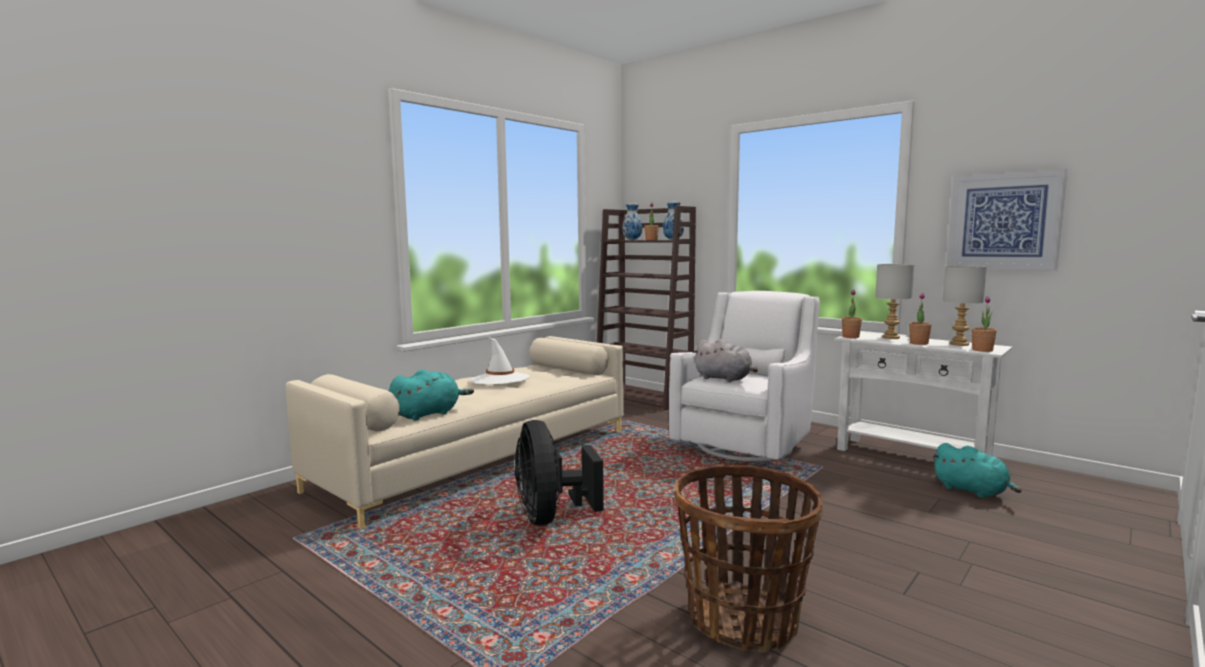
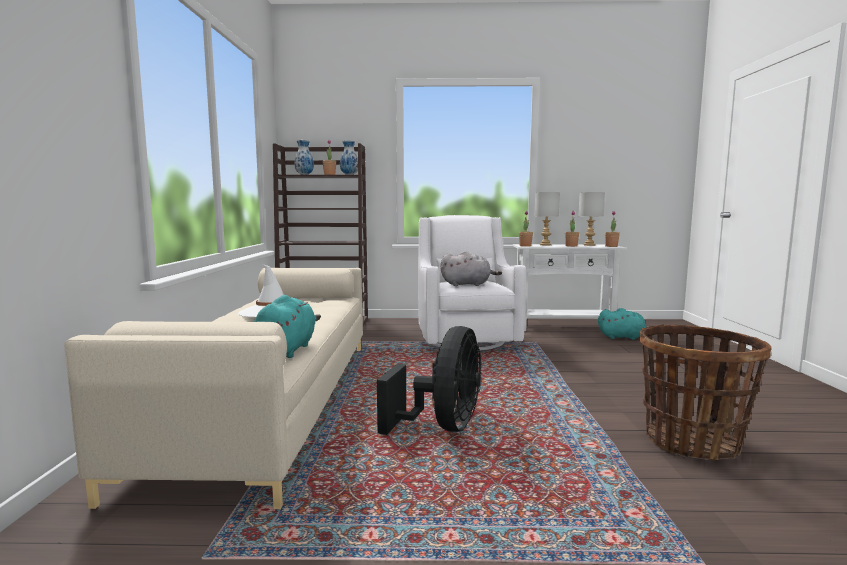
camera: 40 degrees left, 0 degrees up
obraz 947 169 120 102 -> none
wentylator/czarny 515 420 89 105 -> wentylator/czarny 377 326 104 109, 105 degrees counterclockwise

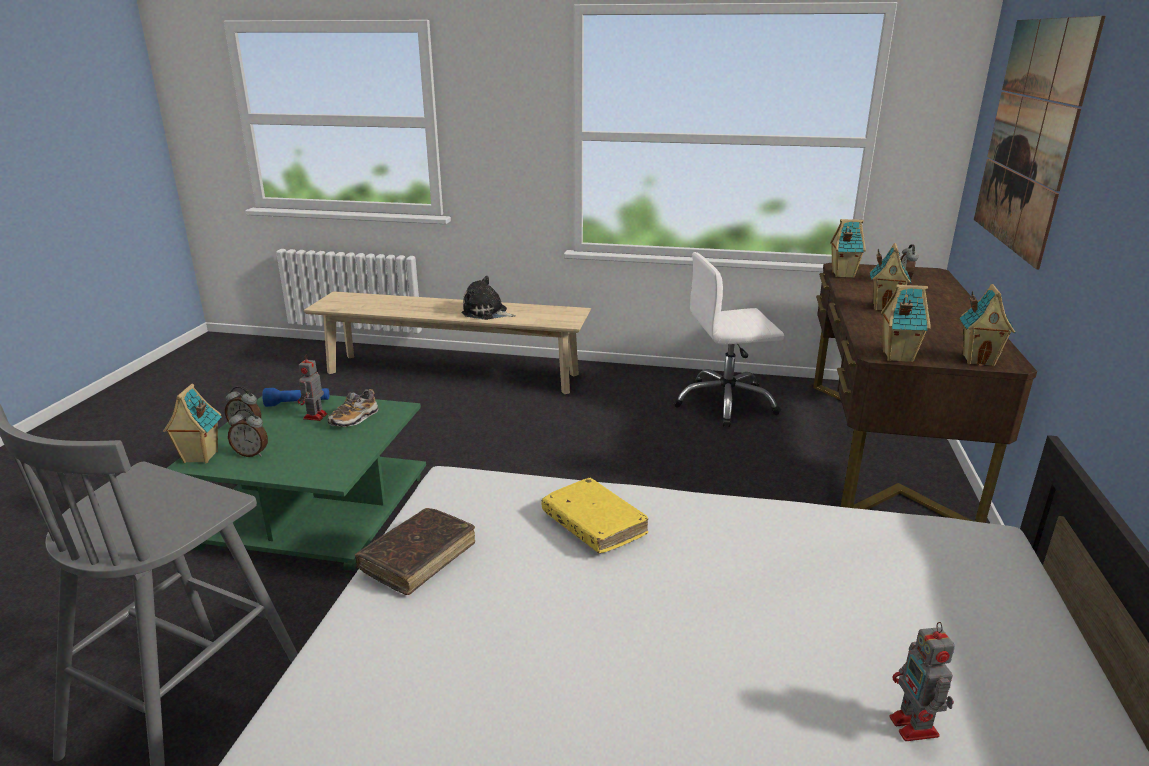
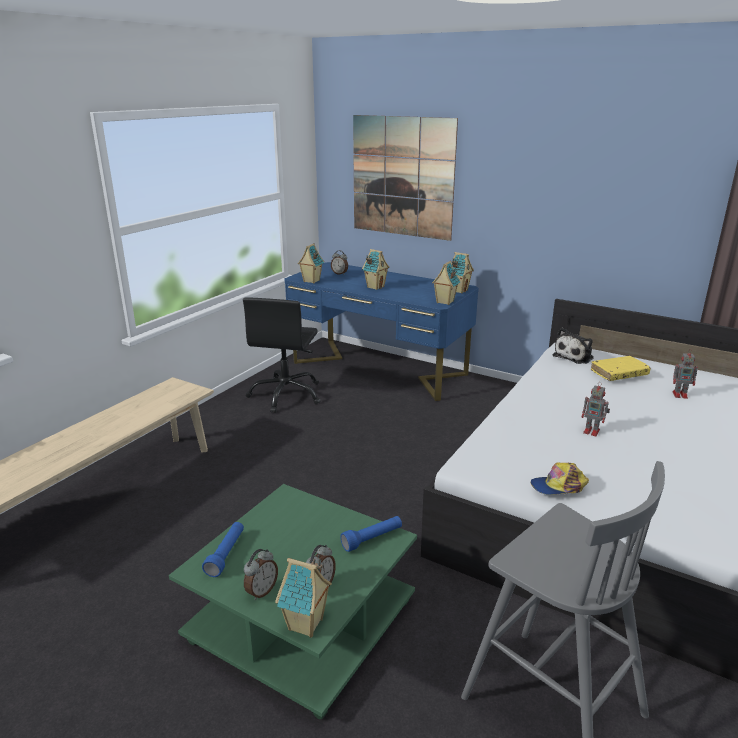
camera: 70 degrees left, 0 degrees up
but 327 389 51 38 -> none
none -> latarka/niebieski 340 516 62 36
robot zabawkowy 298 354 29 67 -> robot zabawkowy 581 382 29 54, moved
pluszak 461 276 55 44 -> pluszak 553 328 41 36, moved
książka/żółty 542 478 106 75 -> książka/żółty 591 356 60 25, moved
książka/brązowy 355 508 120 87 -> czapka z daszkiem 531 462 58 33
krzesło biurowe/biały 673 252 111 175 -> krzesło biurowe/czarny 243 297 77 116
biurko/brązowy 813 263 224 260 -> biurko/niebieski 284 262 195 139

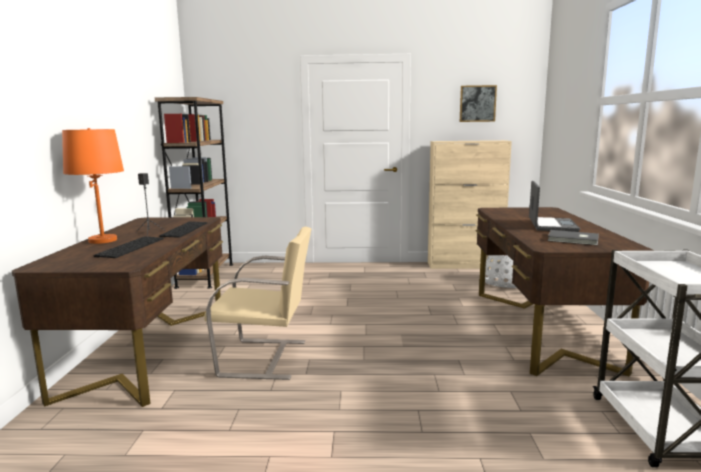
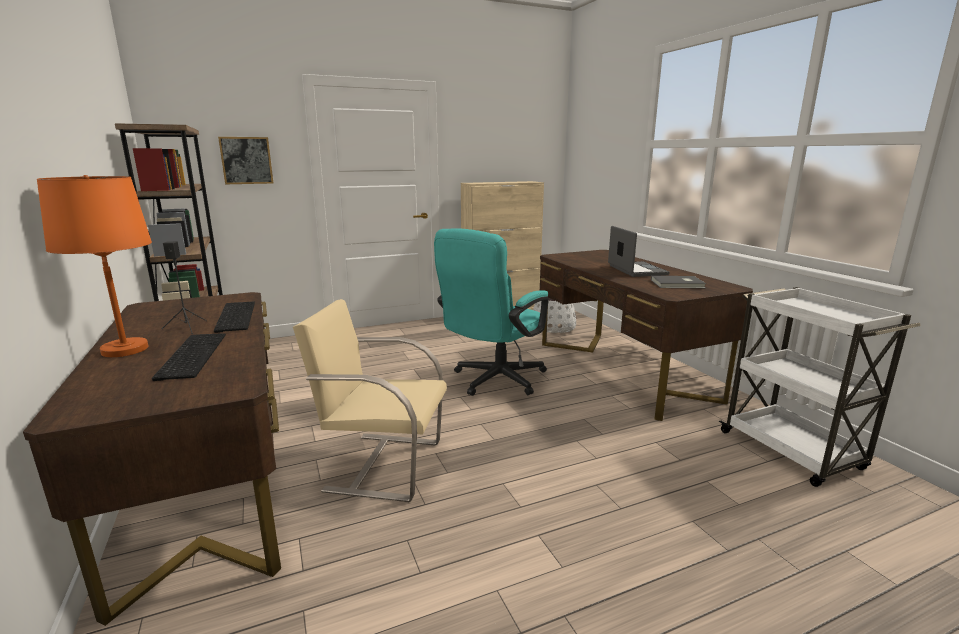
camera: 25 degrees left, 5 degrees up
none -> krzesło biurowe/turkusowy 434 228 115 168
obraz 460 85 37 37 -> obraz 218 137 55 47, moved
krzesło/beżowy 204 227 108 153 -> krzesło/beżowy 293 299 154 203, 150 degrees counterclockwise

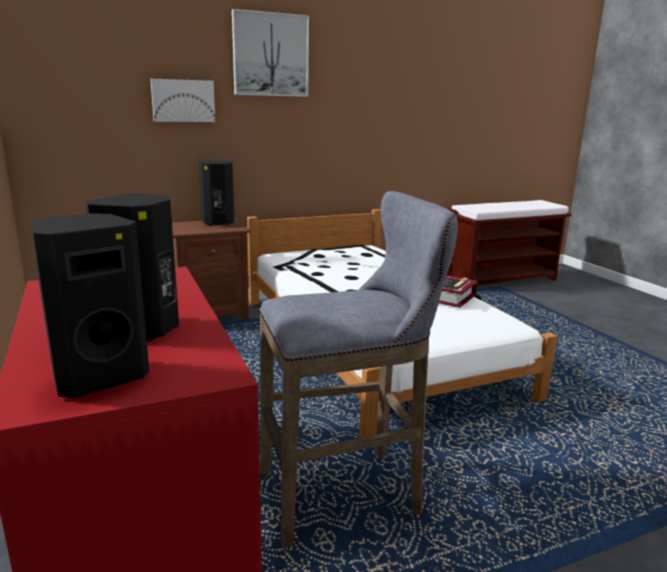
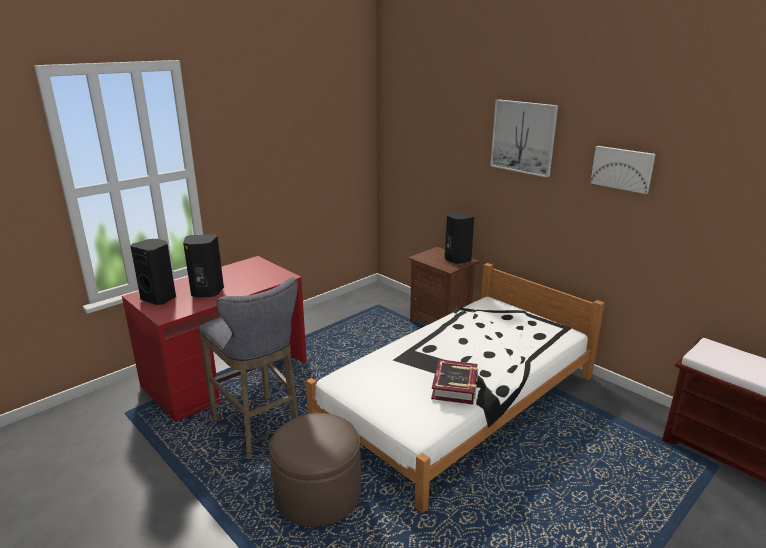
camera: 70 degrees right, 5 degrees up
none -> pufa/brązowy 269 413 92 114
obraz 150 79 65 43 -> obraz 590 146 66 48, moved

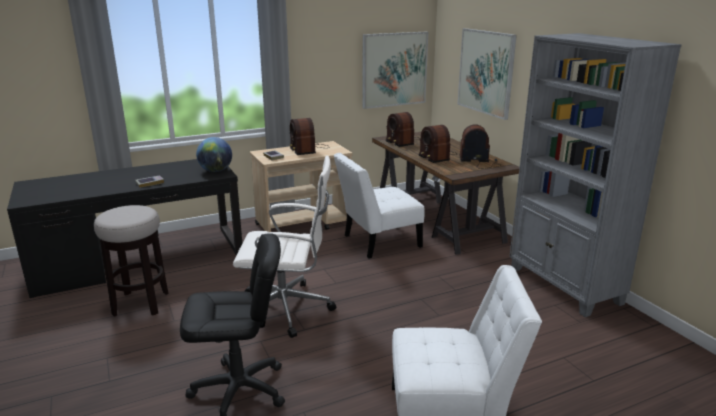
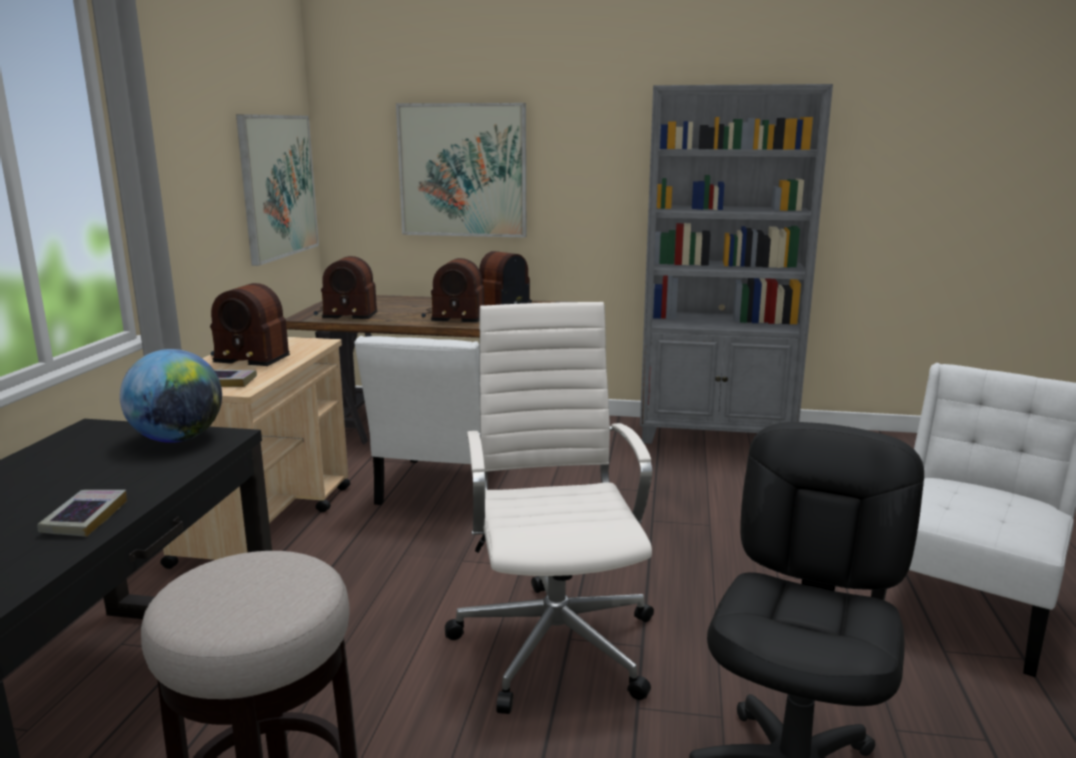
camera: 55 degrees left, 5 degrees down
krzesło biurowe/biały 233 156 103 182 -> krzesło biurowe/biały 445 302 209 412, 45 degrees counterclockwise

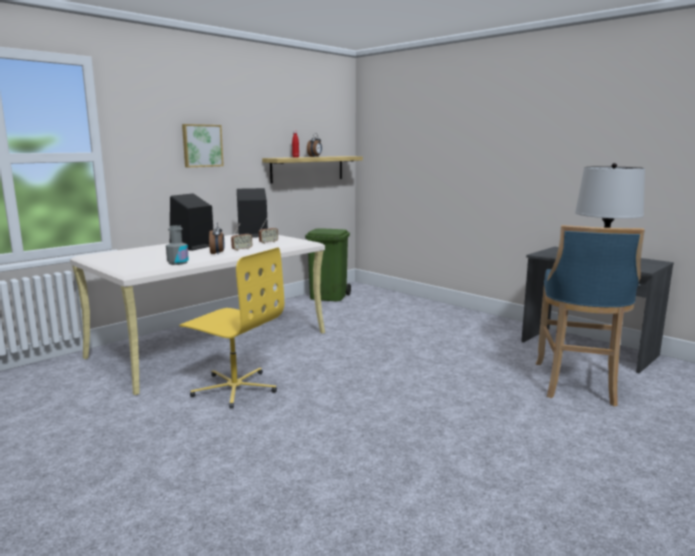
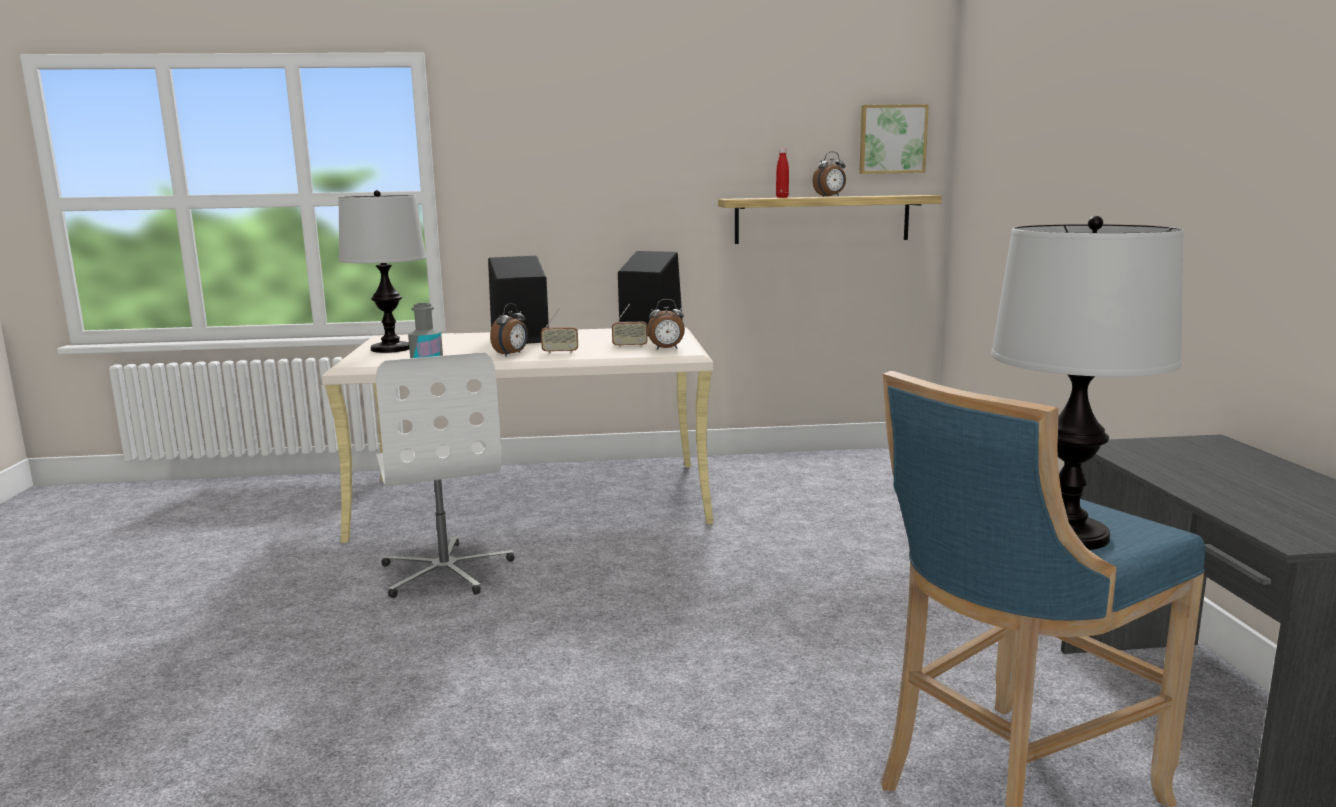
camera: 40 degrees right, 0 degrees up
kosz na śmieci/zielony 305 228 46 73 -> none
none -> lampa stołowa 338 190 88 163
none -> budzik 647 299 38 51
obraz 182 124 42 43 -> obraz 859 104 70 70, moved
krzesło biurowe/żółty 179 248 105 161 -> krzesło biurowe/biały 376 352 139 246

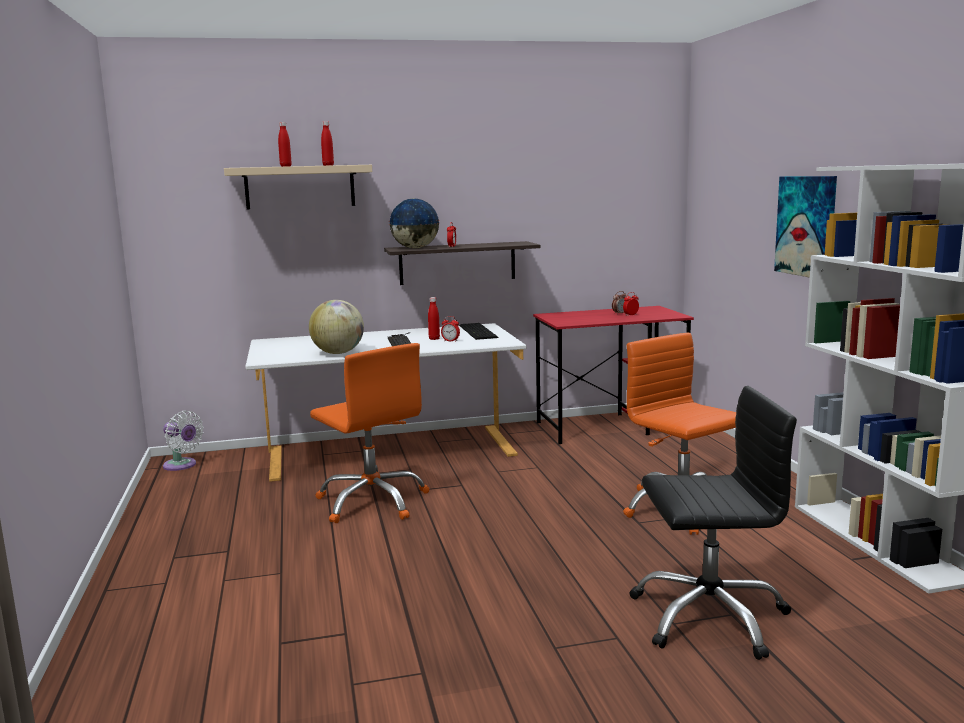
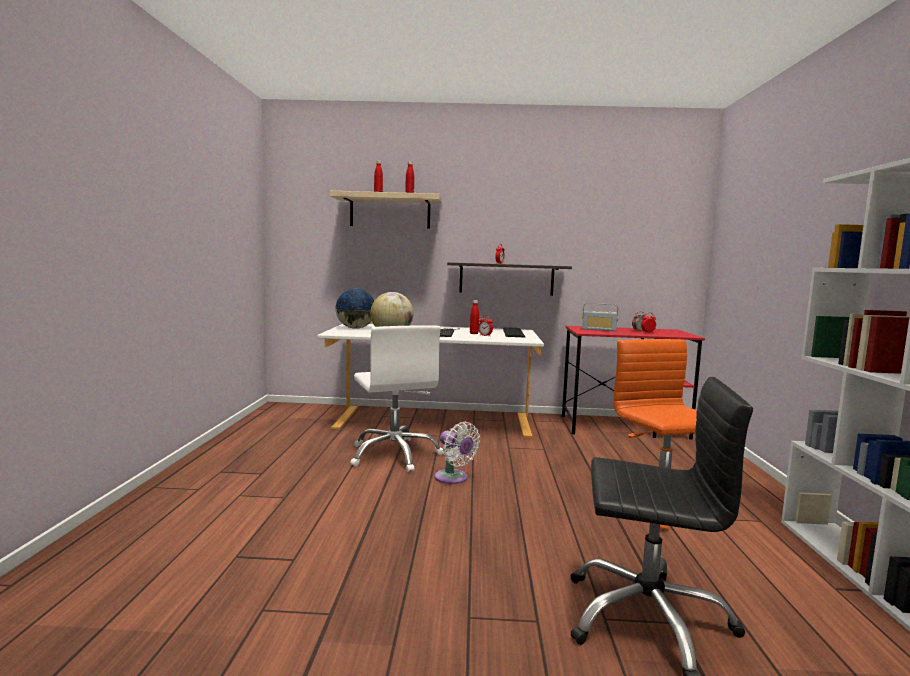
camera: 15 degrees right, 5 degrees down
obraz 774 176 63 102 -> none
none -> radio 582 303 36 28
wentylator/biały 163 410 41 61 -> wentylator/biały 435 422 45 62, moved
globus 389 198 50 50 -> globus 335 289 39 40, moved
krzesło biurowe/pomarańczowy 310 343 119 180 -> krzesło biurowe/biały 351 325 93 147

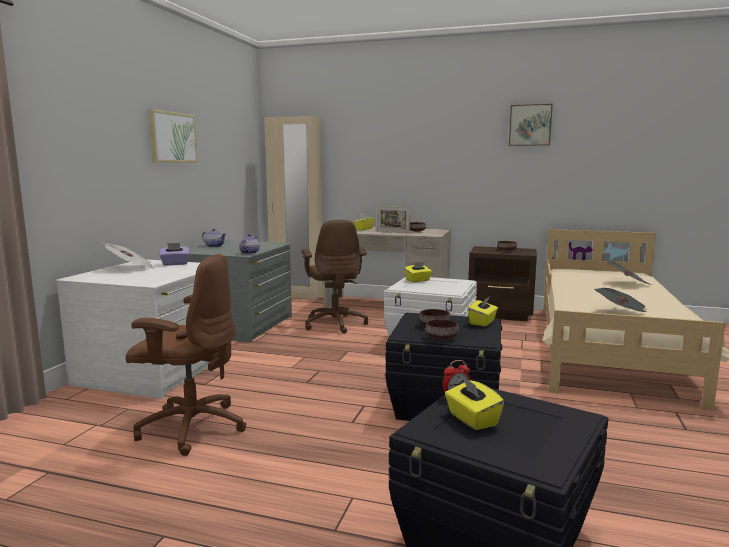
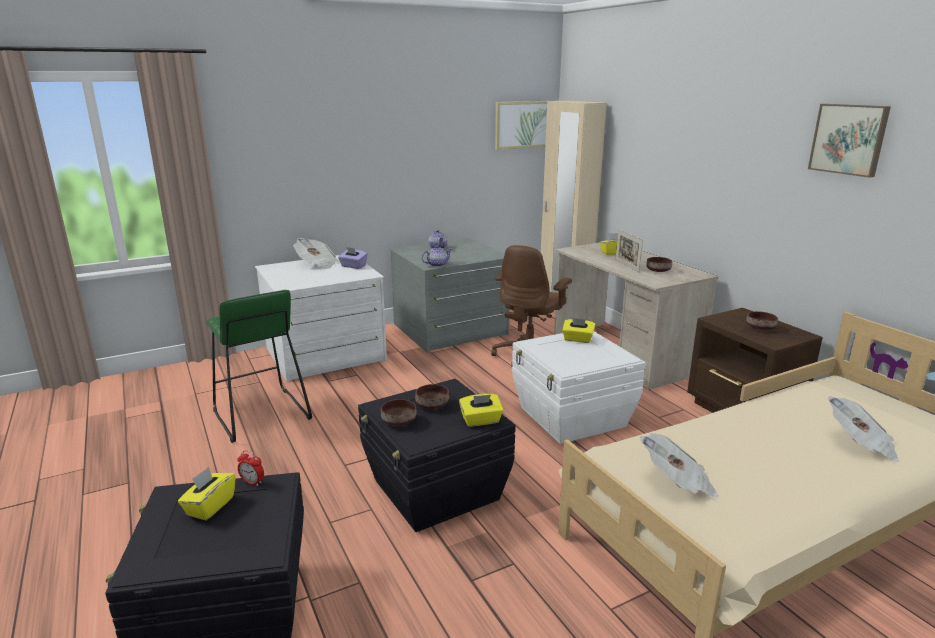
camera: 45 degrees right, 10 degrees up
obraz 149 109 49 54 -> obraz 495 101 52 49, moved
krzesło biurowe/brązowy 126 254 120 202 -> stołek/zielony 206 290 106 153

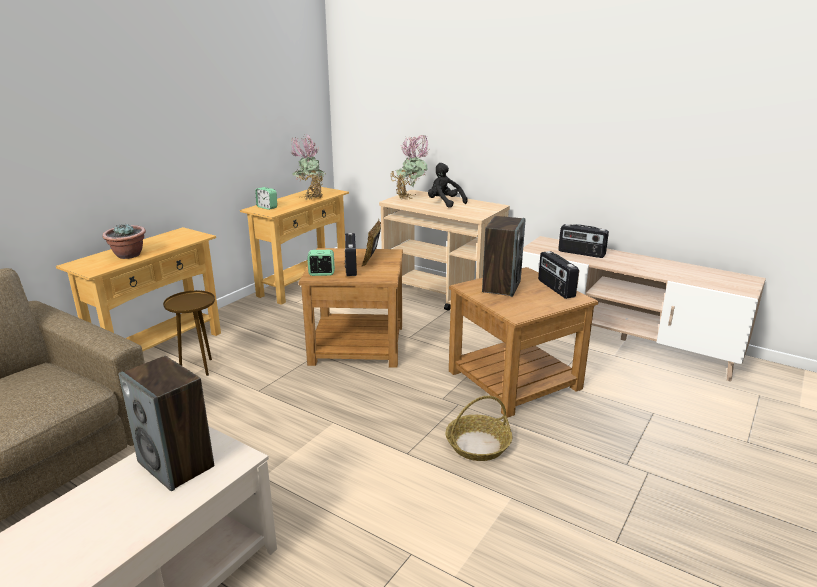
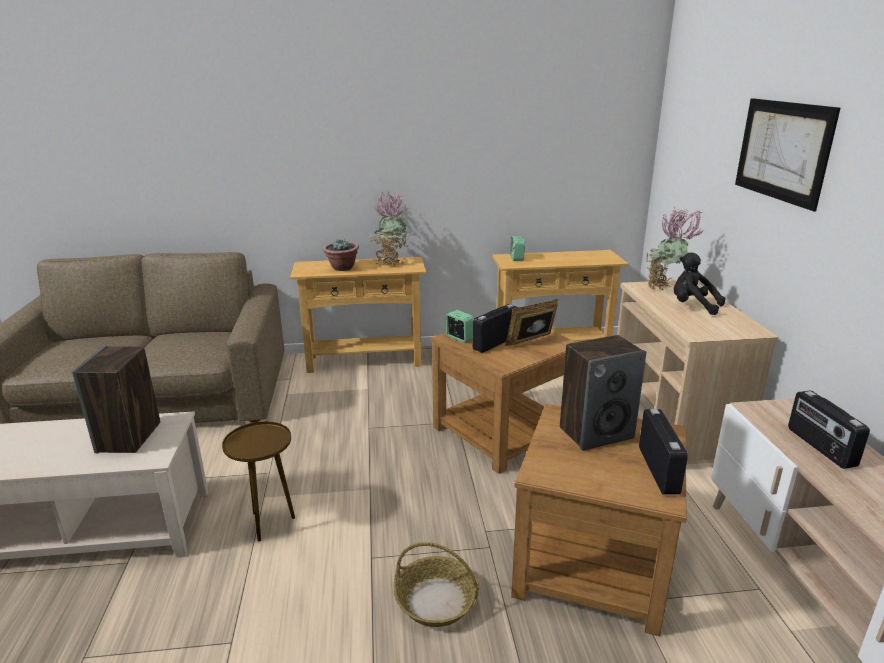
camera: 50 degrees right, 0 degrees up
none -> obraz 735 98 105 113
stolik/brązowy 163 290 52 86 -> stolik/brązowy 222 421 73 120, moved
roślina doniczkowa 290 134 35 66 -> roślina doniczkowa 370 191 40 75, moved
pluszak/czarny 428 163 40 45 -> pluszak/czarny 674 252 52 63, 60 degrees counterclockwise
radio 538 251 41 48 -> radio 639 409 49 86, 150 degrees clockwise

